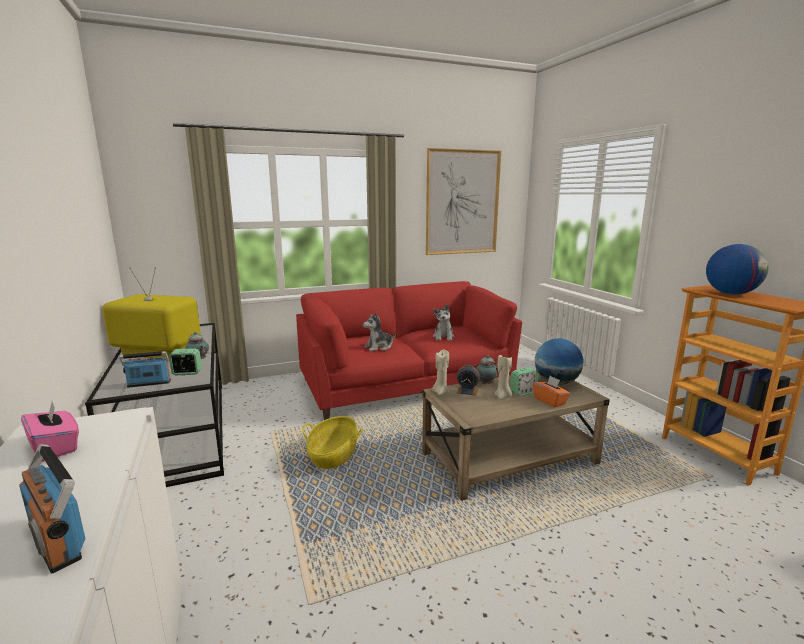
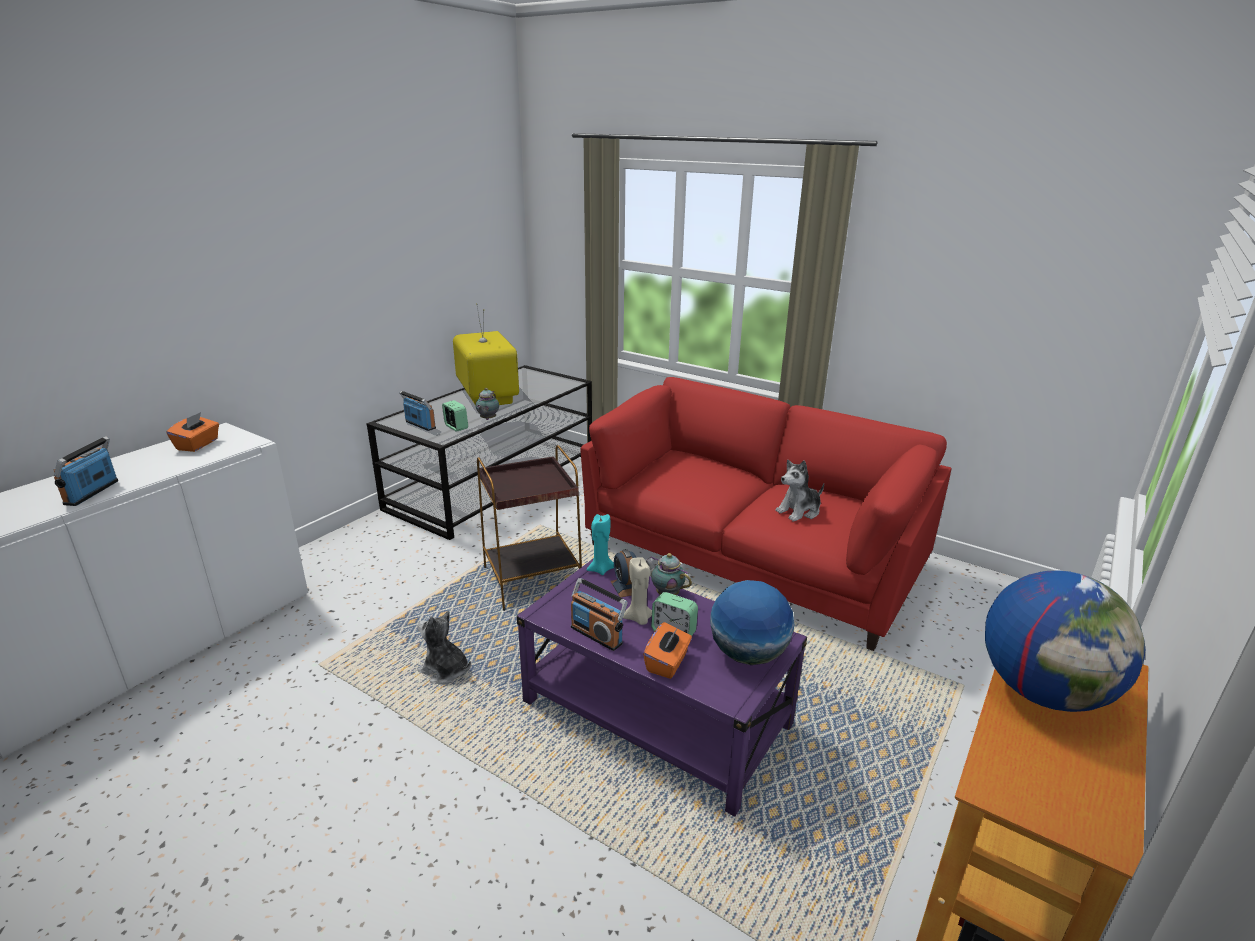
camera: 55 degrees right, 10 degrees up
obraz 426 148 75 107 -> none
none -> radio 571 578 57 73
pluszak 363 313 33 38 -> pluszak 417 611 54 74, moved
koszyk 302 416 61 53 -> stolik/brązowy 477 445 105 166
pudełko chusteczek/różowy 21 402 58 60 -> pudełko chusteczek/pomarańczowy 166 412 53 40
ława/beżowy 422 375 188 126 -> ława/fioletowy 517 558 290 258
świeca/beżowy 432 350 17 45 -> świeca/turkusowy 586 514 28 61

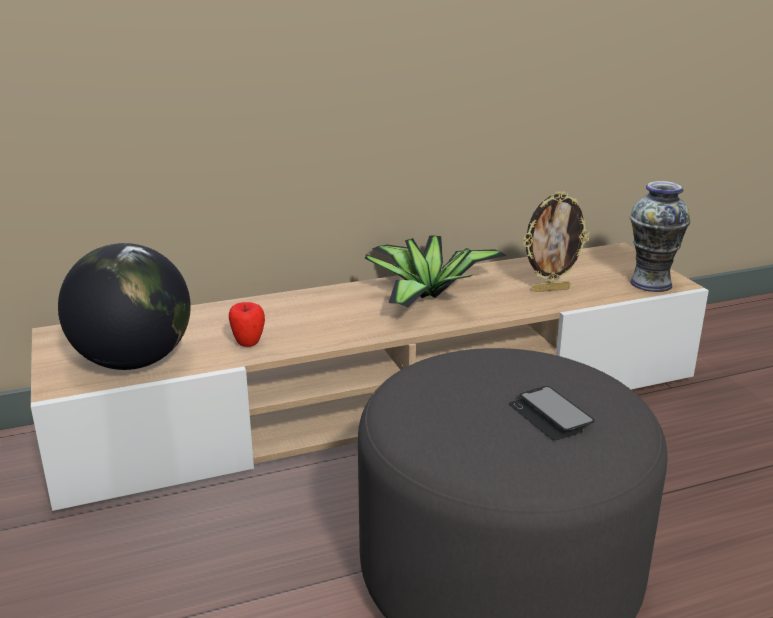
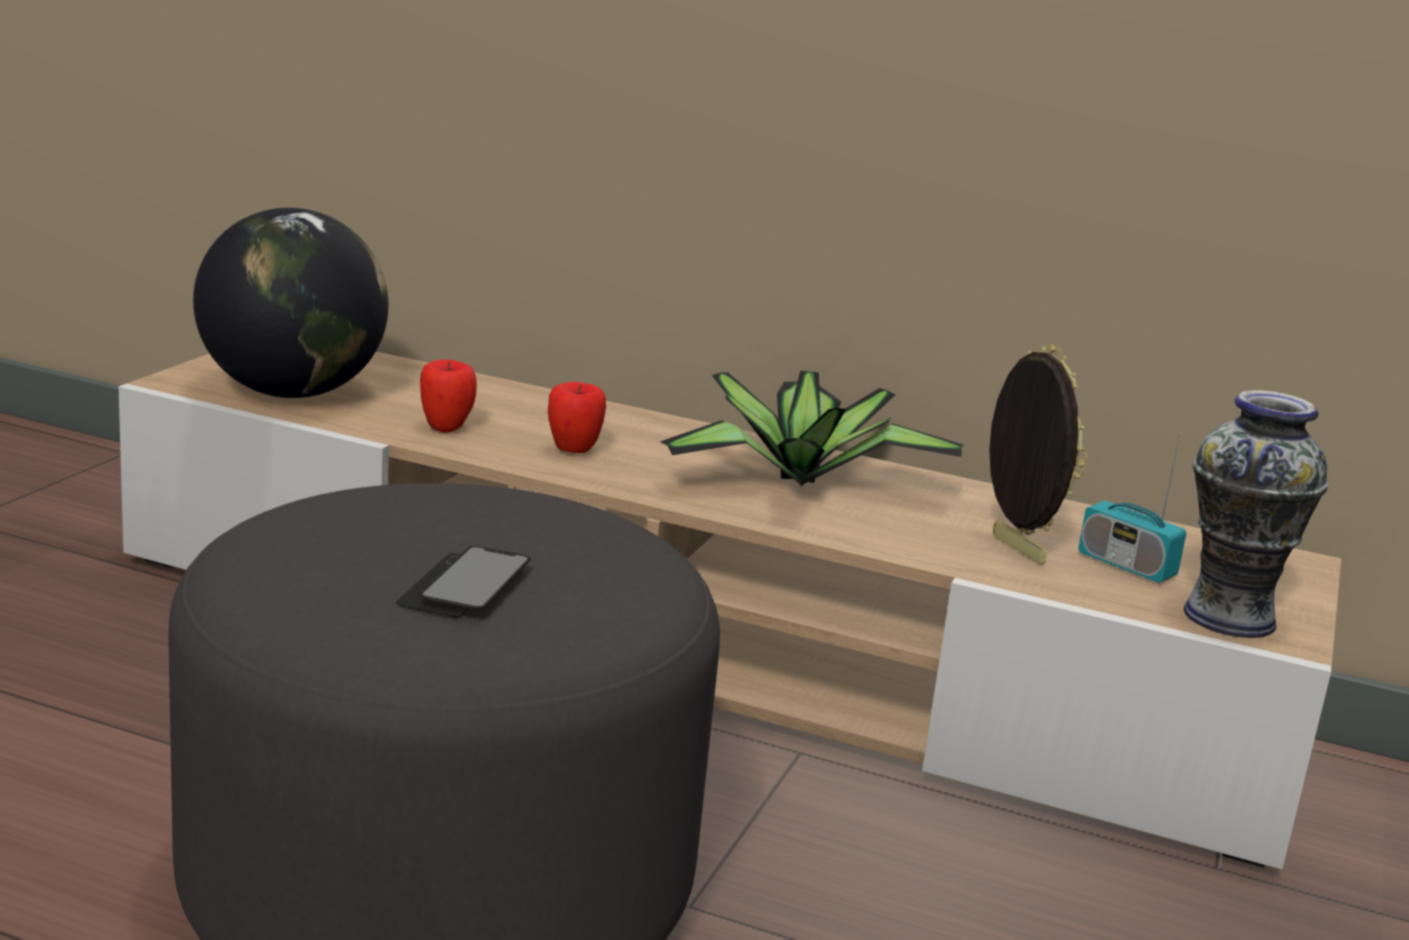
camera: 40 degrees right, 5 degrees down
none -> jabłko 548 382 58 71
none -> radio 1079 433 107 150
ramka na zdjęcie 523 191 66 101 -> ramka na zdjęcie 989 344 98 220, 150 degrees counterclockwise

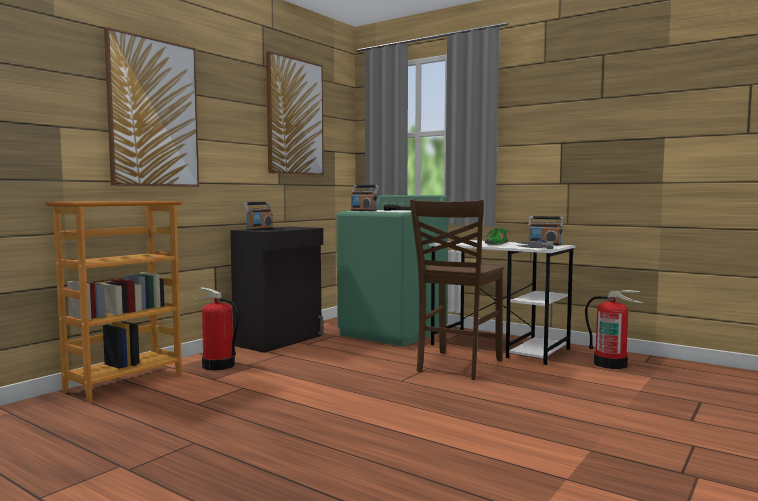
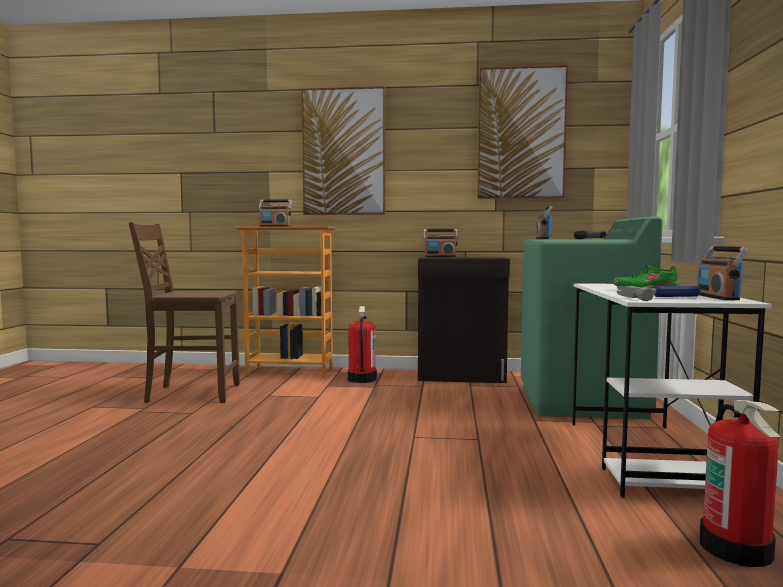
camera: 60 degrees right, 0 degrees up
none -> radio 259 199 33 28
krzesło/brązowy 410 199 94 181 -> krzesło/brązowy 129 222 111 181, moved

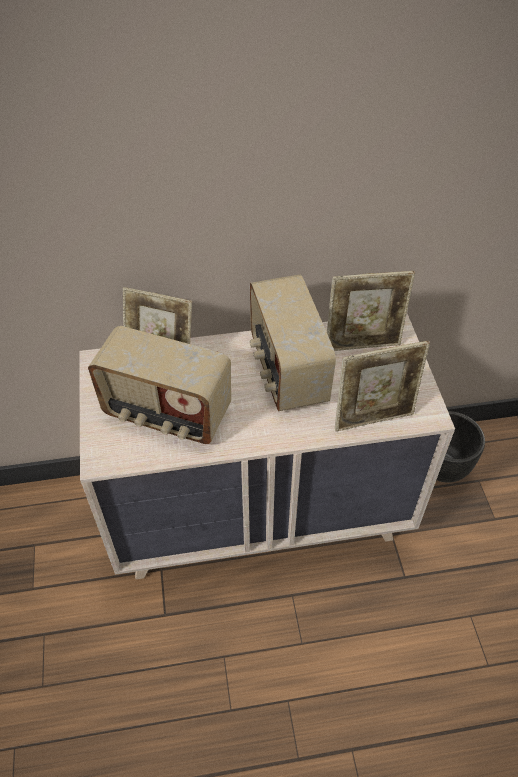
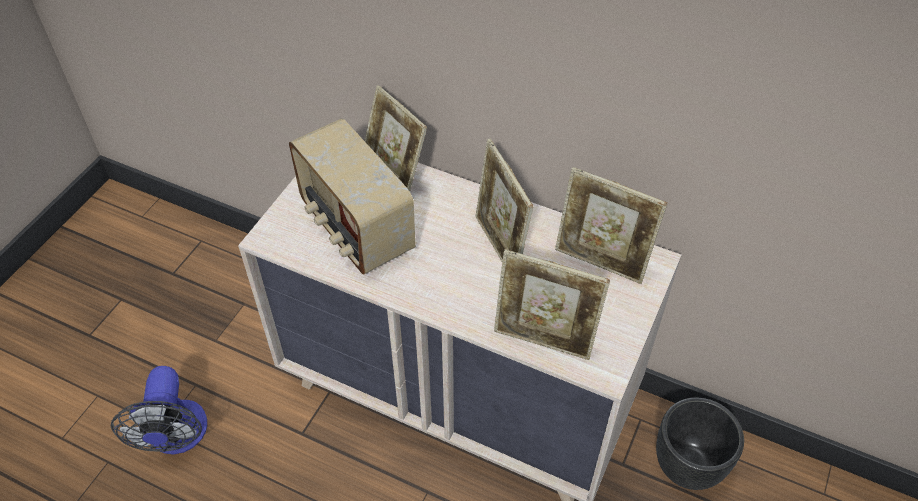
camera: 35 degrees right, 0 degrees up
none -> wentylator 111 366 96 89
radio 250 274 86 137 -> ramka na zdjęcie 475 139 58 122

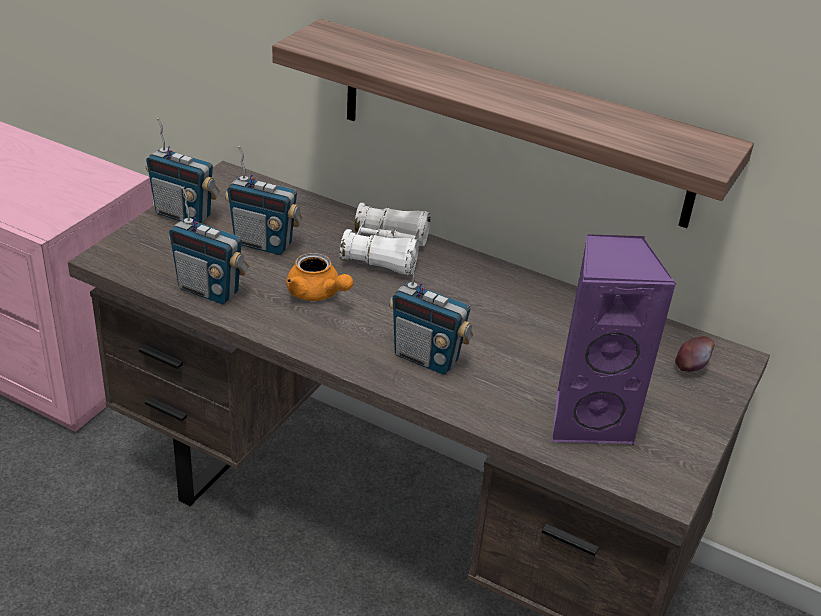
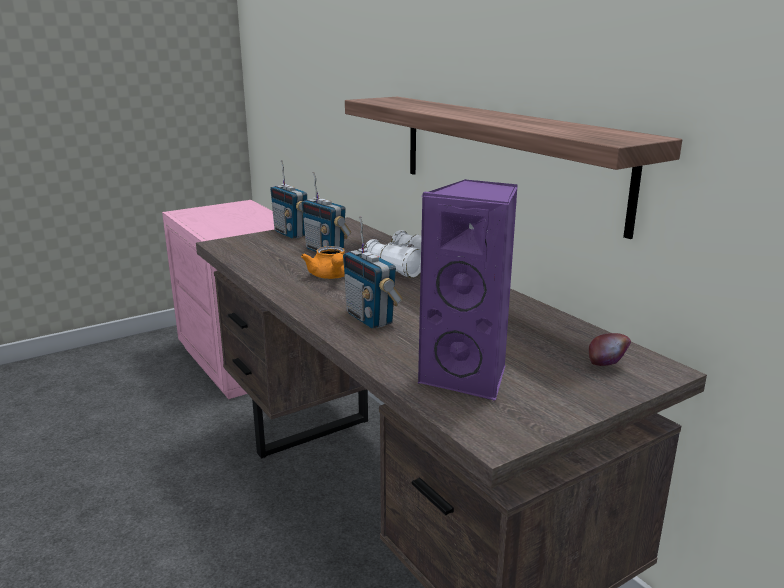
camera: 30 degrees right, 15 degrees down
radio 168 187 81 117 -> none

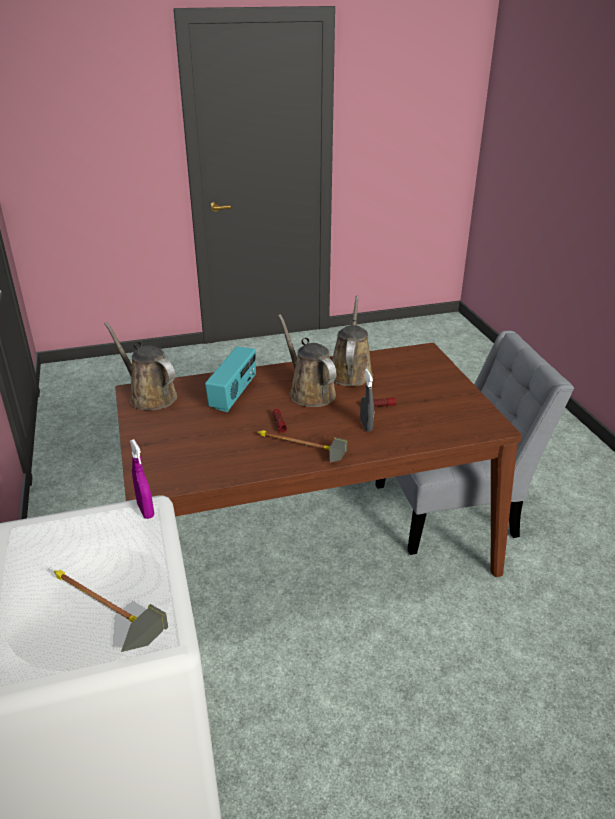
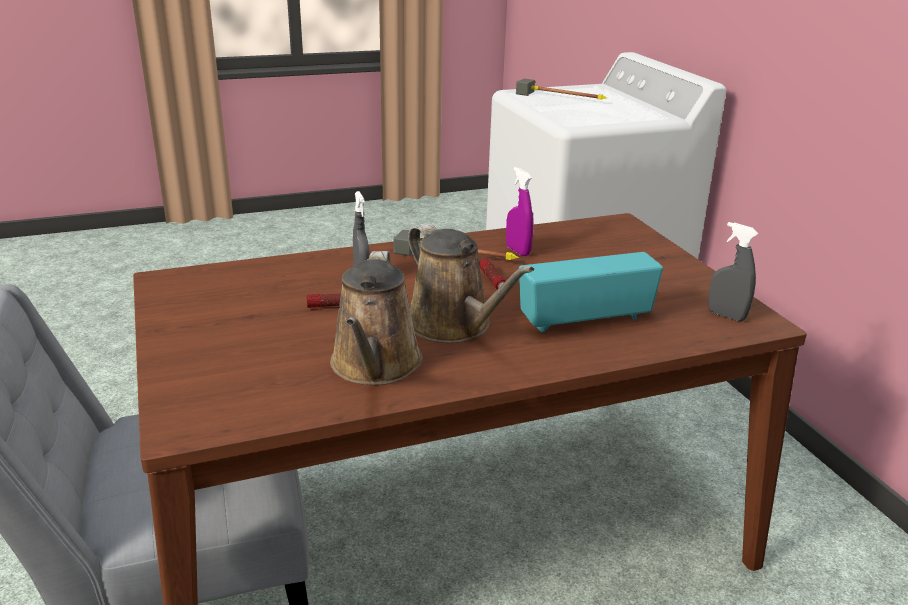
camera: 175 degrees right, 5 degrees down
spryskiwacz/fioletowy 130 439 24 80 -> spryskiwacz/fioletowy 506 167 28 89, moved
konewka/brązowy 104 322 73 88 -> spryskiwacz/szary 708 222 50 100
radio 205 346 51 66 -> radio 519 252 144 81, 60 degrees clockwise

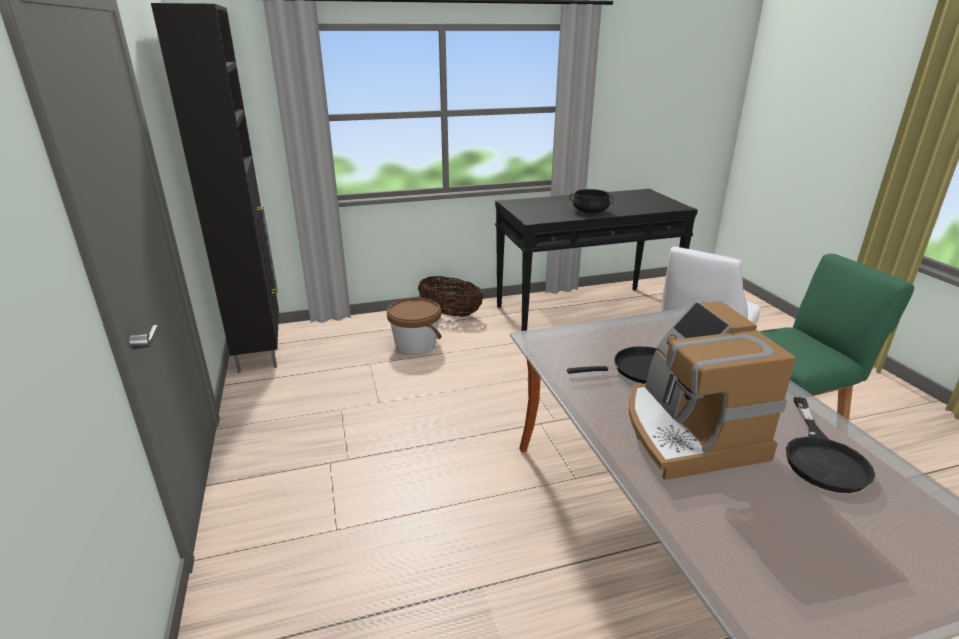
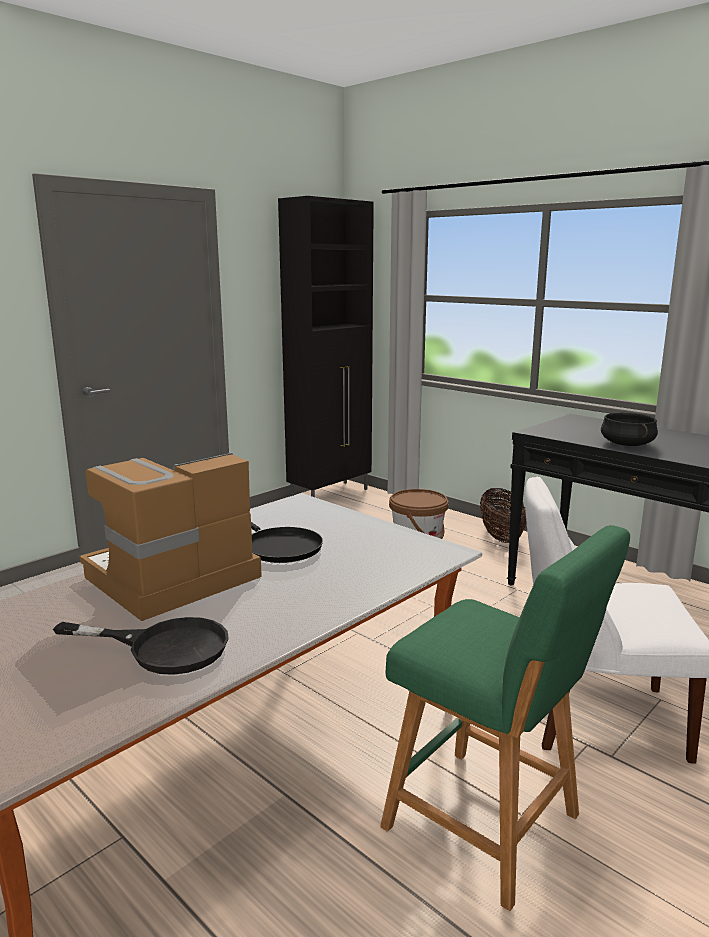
camera: 60 degrees right, 10 degrees down
patelnia/czarny 786 397 89 96 -> patelnia/czarny 53 617 176 58, 150 degrees counterclockwise

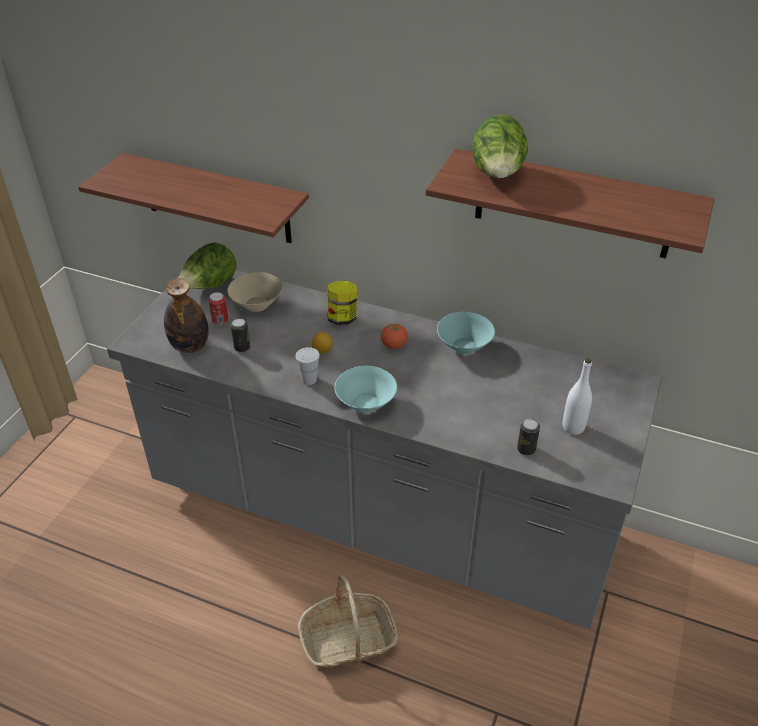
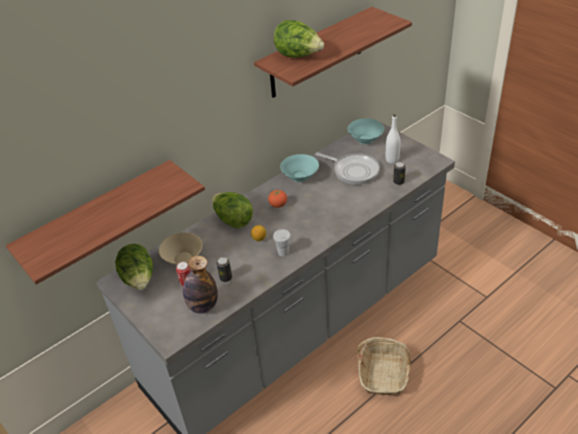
camera: 60 degrees left, 0 degrees up
none -> patelnia 315 152 65 33
miska/turkusowy 335 366 62 47 -> miska/turkusowy 348 118 36 26, moved
słoik 327 281 30 44 -> sałata 212 192 41 36

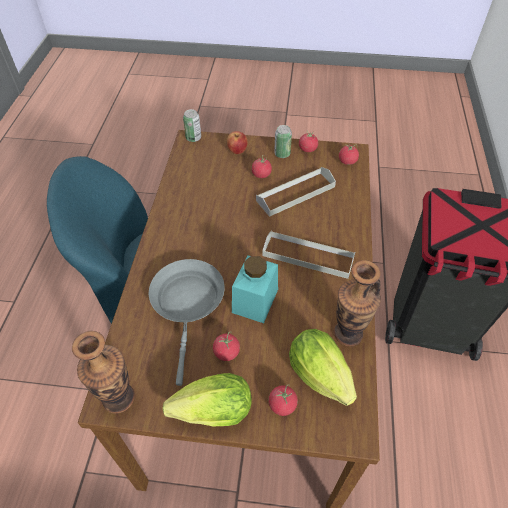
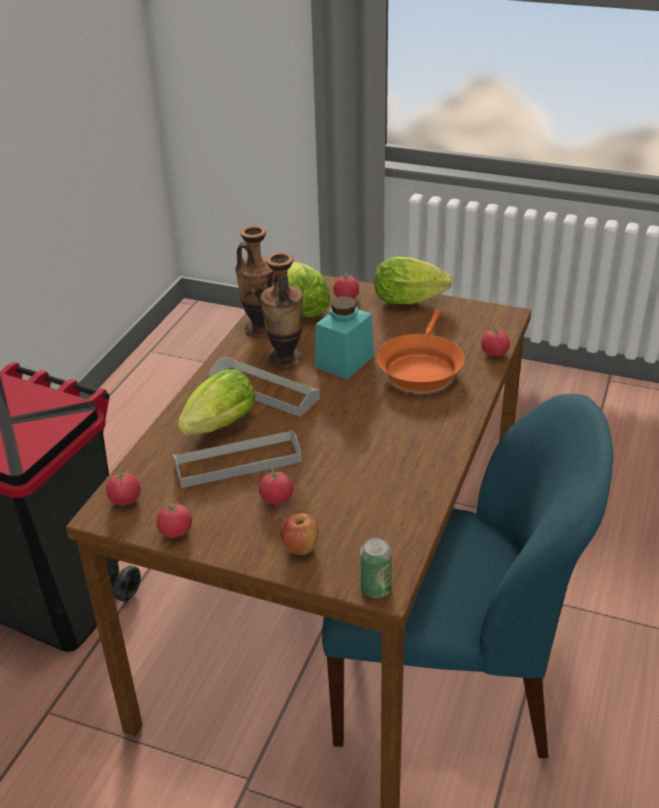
camera: 165 degrees left, 15 degrees down
puszka 274 125 18 33 -> none
none -> sałata 177 369 79 66
wazon 72 331 63 83 -> wazon 260 252 43 116, moved
pomidor 213 332 27 29 -> pomidor 481 325 29 31, moved
patelnia/szary 149 259 76 127 -> patelnia/pomarańczowy 377 309 88 82

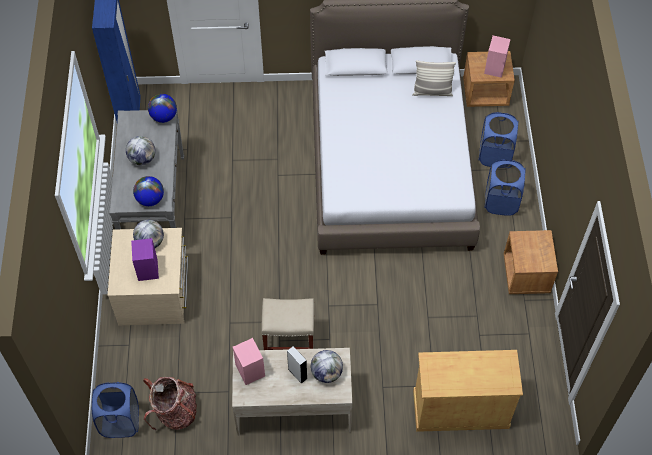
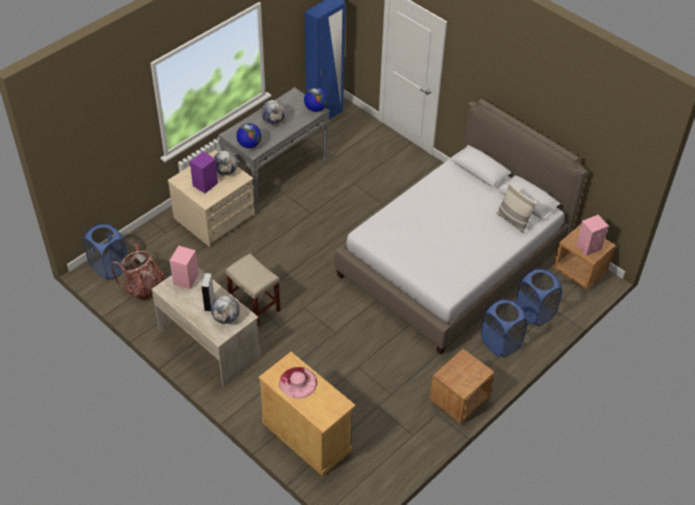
camera: 45 degrees right, 10 degrees down
none -> kapelusz/różowy 279 367 38 31

